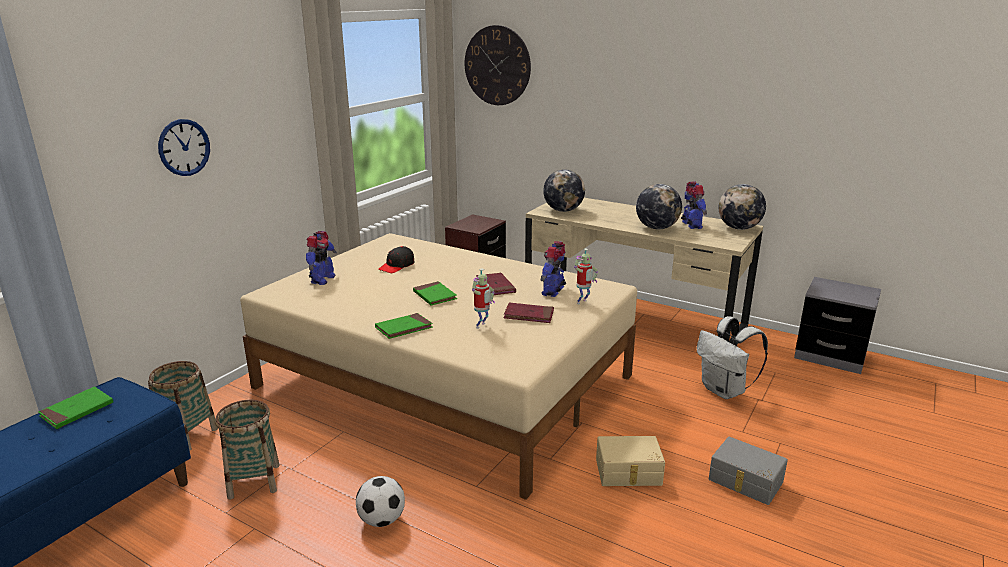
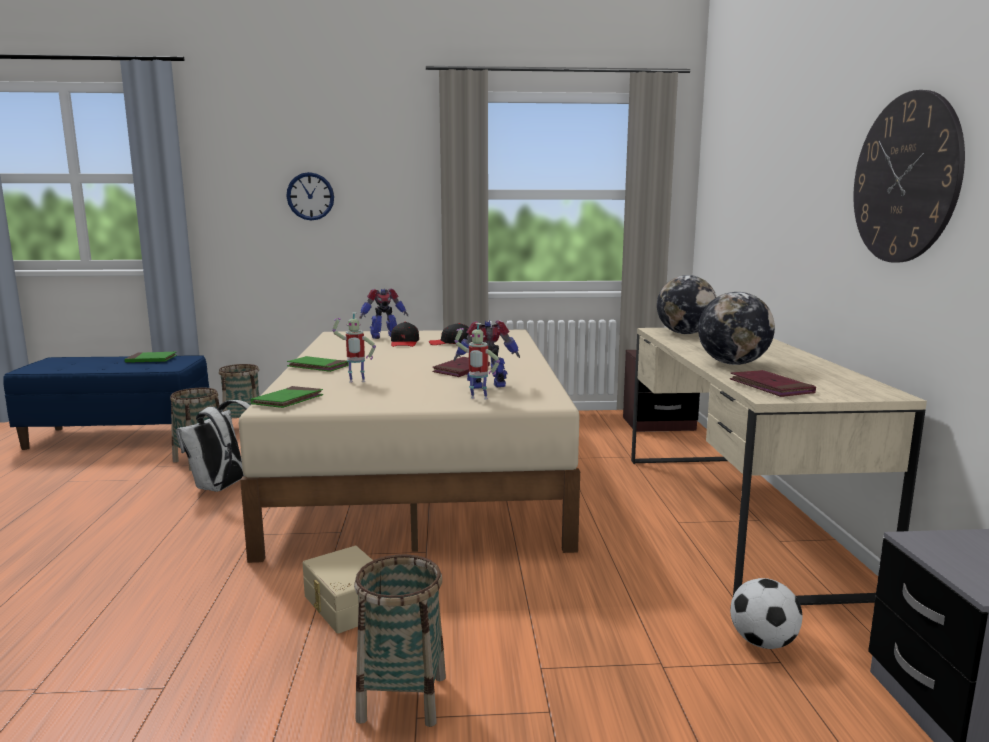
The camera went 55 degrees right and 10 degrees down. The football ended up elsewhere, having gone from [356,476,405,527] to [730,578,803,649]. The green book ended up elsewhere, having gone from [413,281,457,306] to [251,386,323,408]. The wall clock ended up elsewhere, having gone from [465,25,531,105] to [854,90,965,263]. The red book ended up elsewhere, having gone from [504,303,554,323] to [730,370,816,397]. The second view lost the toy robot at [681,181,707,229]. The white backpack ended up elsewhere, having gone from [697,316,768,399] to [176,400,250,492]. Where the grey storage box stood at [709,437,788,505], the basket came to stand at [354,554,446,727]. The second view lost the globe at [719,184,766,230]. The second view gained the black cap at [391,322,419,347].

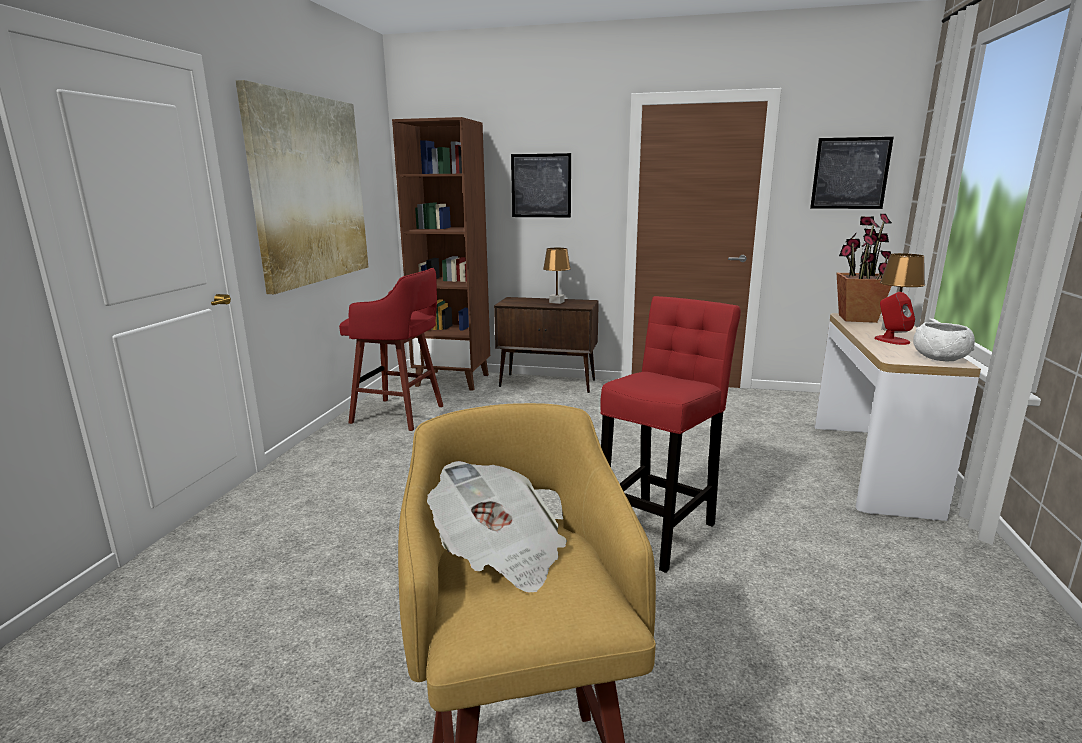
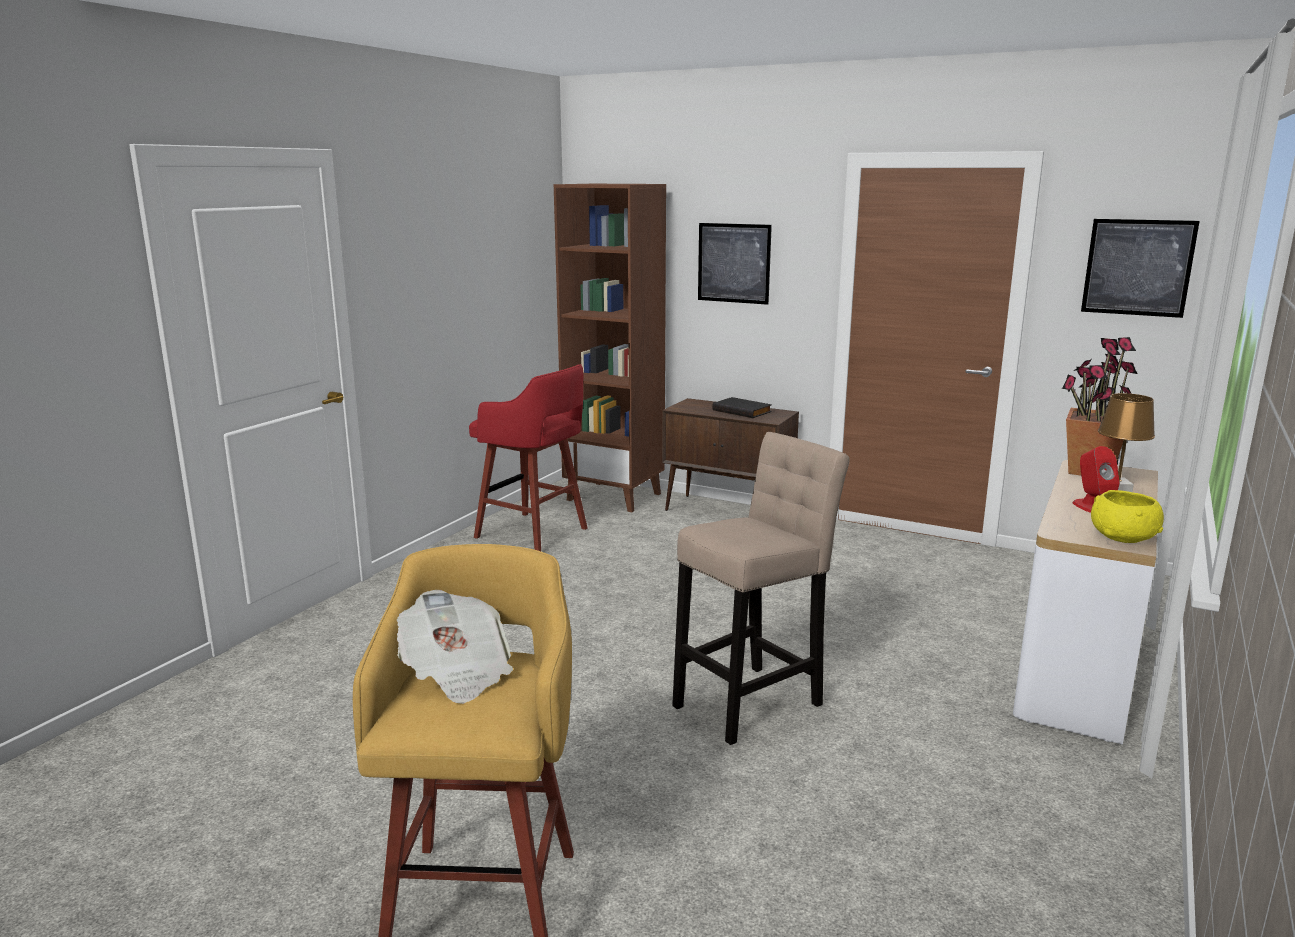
The camera went 15 degrees right and 0 degrees up. The second view lost the picture at [236,80,368,294]. Where the brown table lamp stood at [543,248,571,304], the black book came to stand at [712,397,772,418]. What was the red stool at [601,296,741,573] turned into the beige stool at [672,432,850,745]. What was the white bowl at [913,322,975,362] turned into the yellow bowl at [1091,490,1164,543].

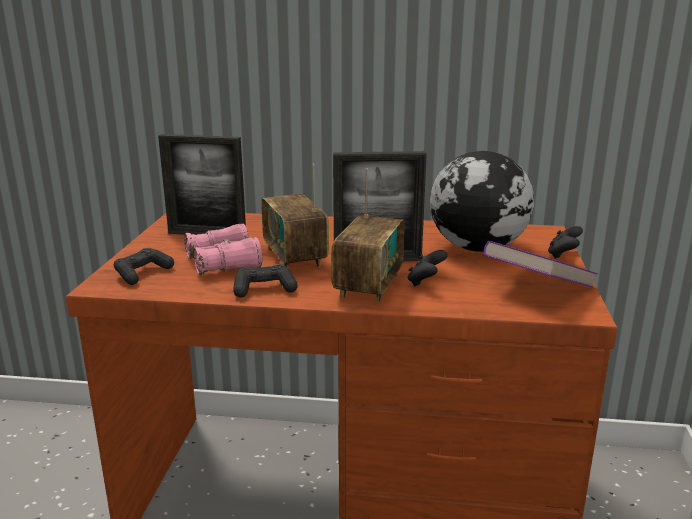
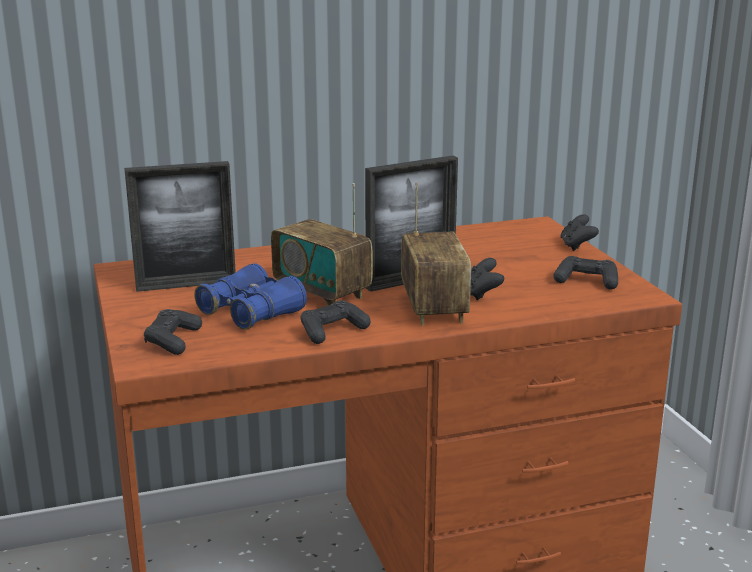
The camera went 25 degrees left and 0 degrees up. What was the pink binoculars at [184,224,262,275] turned into the blue binoculars at [194,263,307,329]. The second view lost the globe at [430,151,534,252]. Where the purple book stood at [484,241,598,288], the black game controller came to stand at [553,256,618,290].

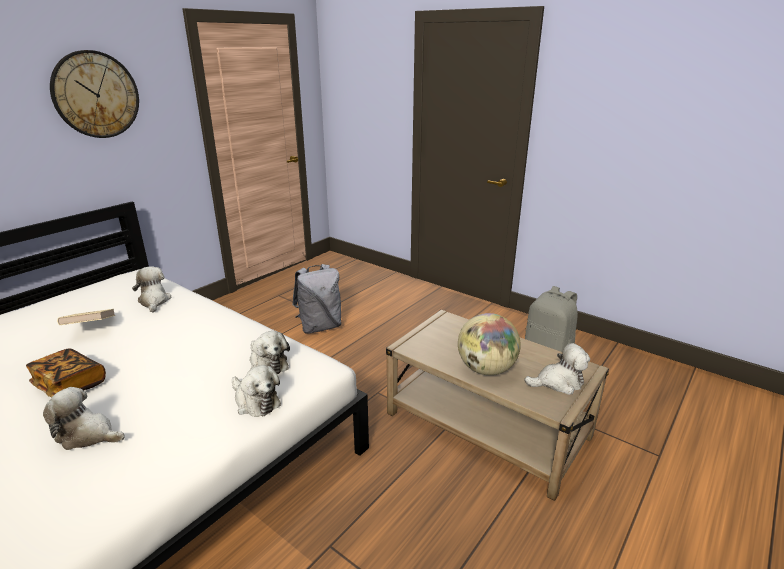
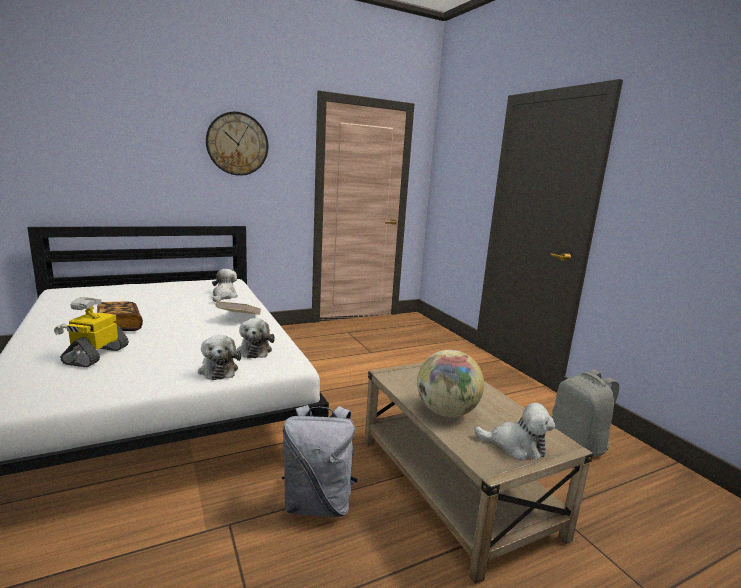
The camera went 25 degrees right and 10 degrees down. Where the plush toy stood at [43,387,125,450], the toy robot came to stand at [54,297,129,367]. The beige book ended up elsewhere, having gone from [57,309,115,325] to [215,301,261,315]. The grey backpack ended up elsewhere, having gone from [292,264,342,334] to [281,405,358,517].

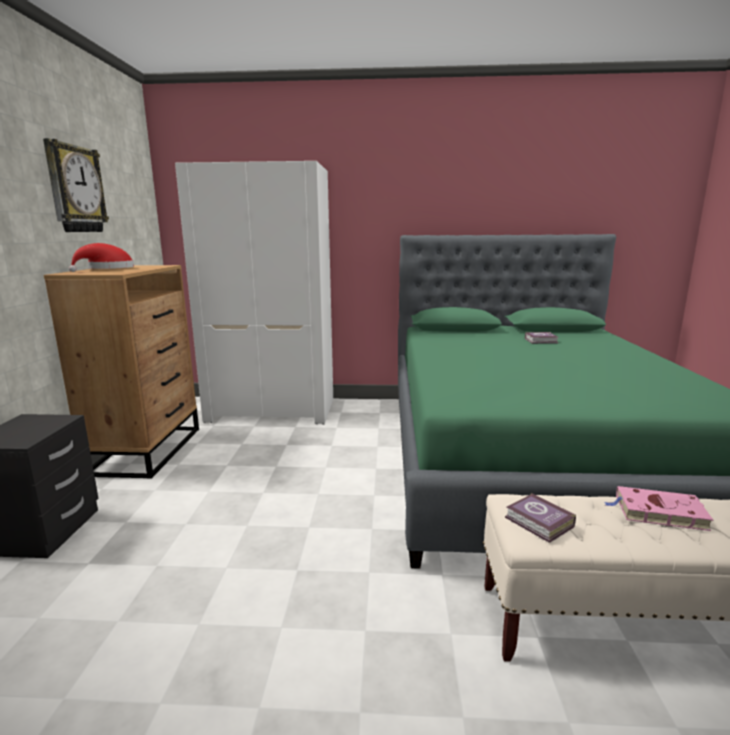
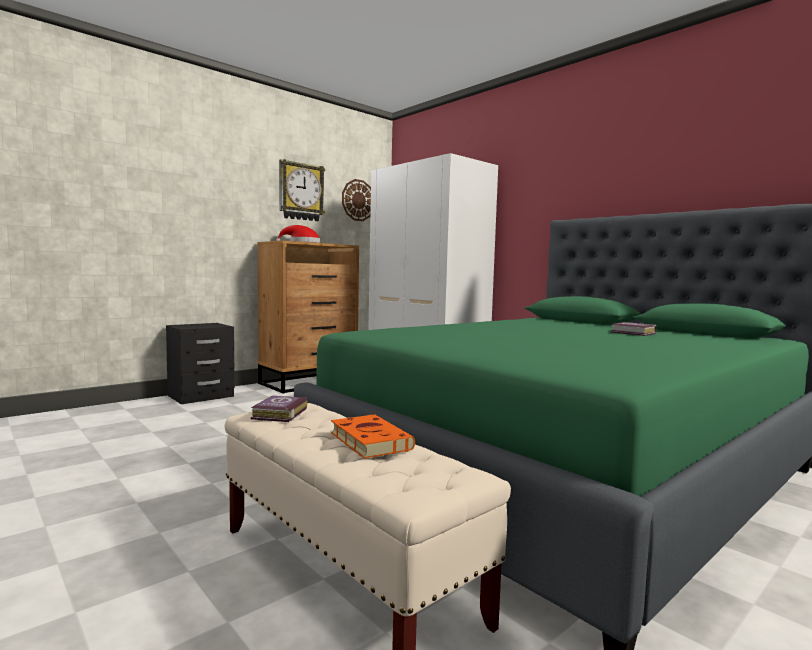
The camera went 45 degrees right and 10 degrees down. What was the pink book at [604,486,713,531] turned into the orange book at [331,414,415,459]. The second view gained the wall clock at [342,179,371,221].

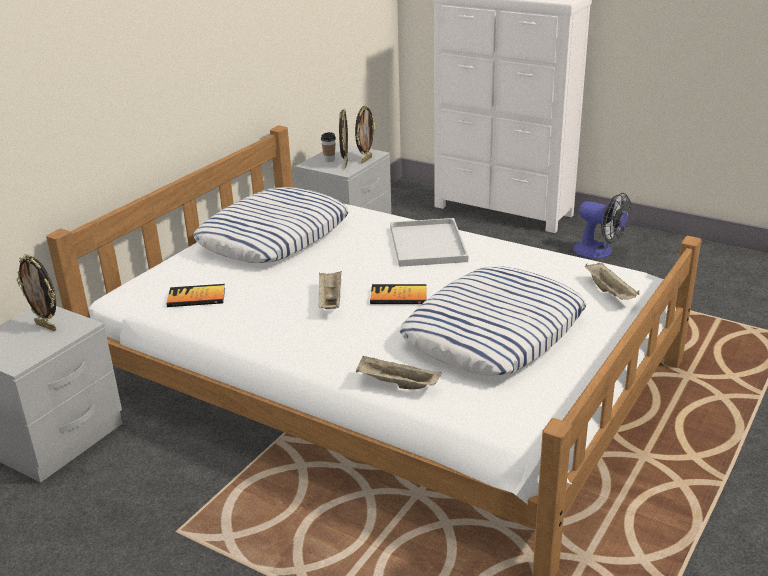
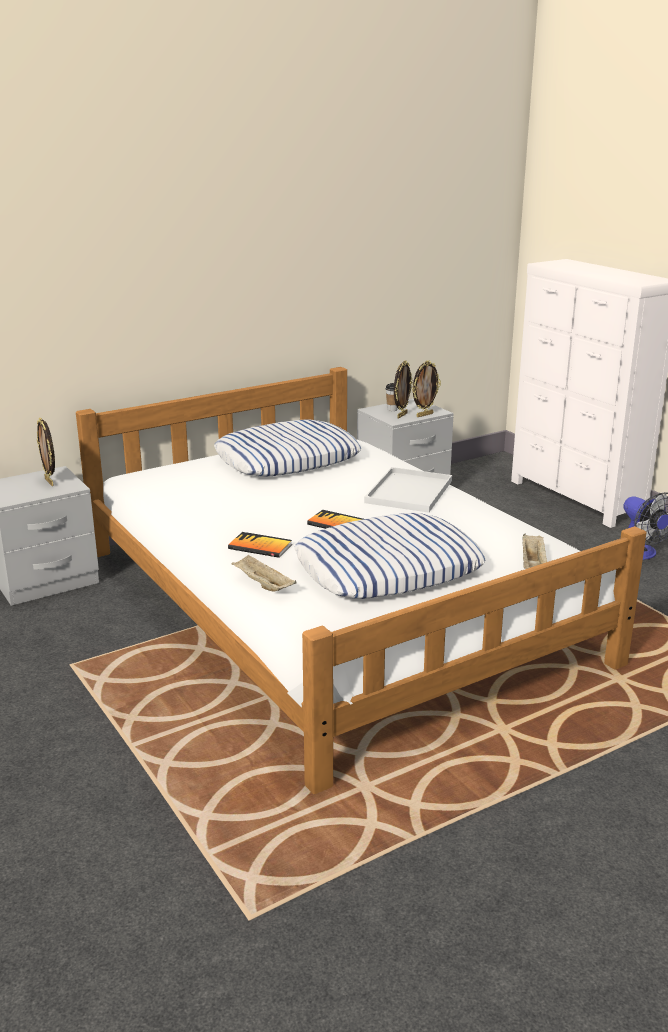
The camera went 25 degrees right and 5 degrees down. The book ended up elsewhere, having gone from [166,284,225,307] to [228,532,292,558]. The second view lost the beige tray at [319,271,342,309].

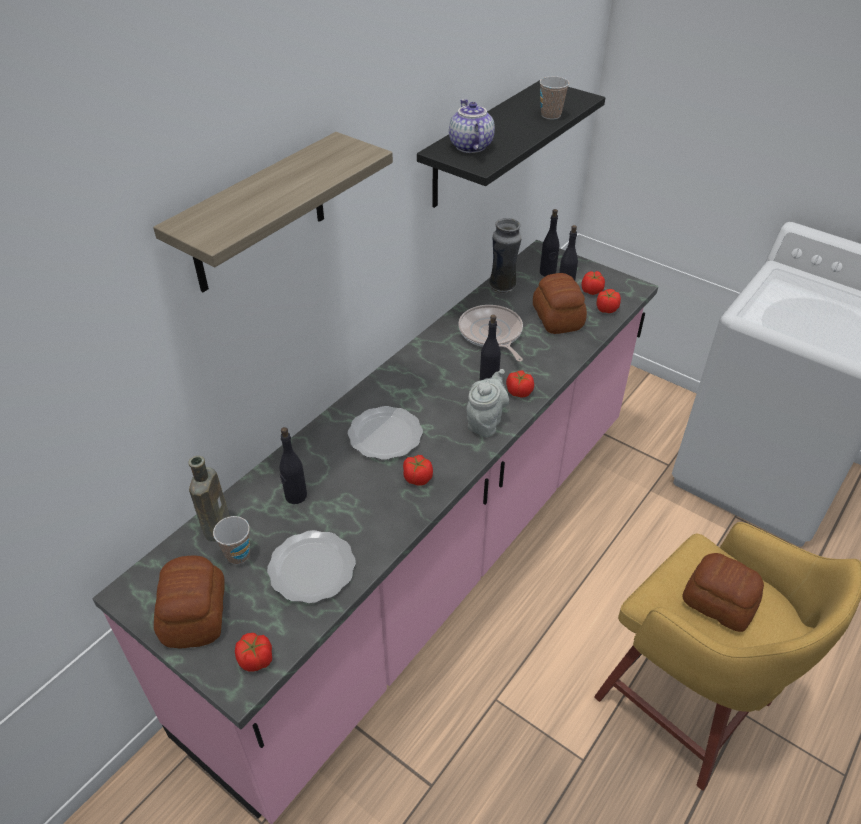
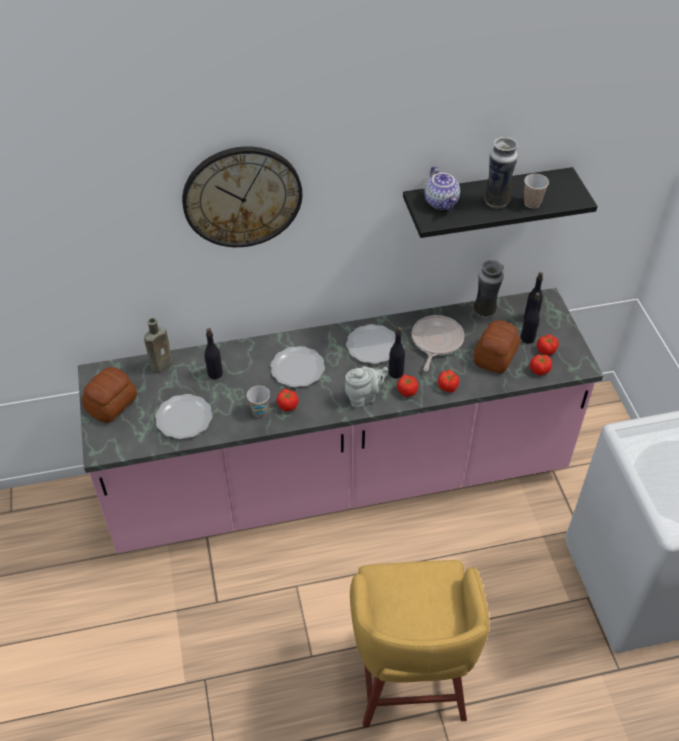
The camera went 40 degrees right and 5 degrees up. Where the shelf hung at [153,132,393,292], the wall clock came to hang at [182,146,302,247]. The cup ended up elsewhere, having gone from [213,516,250,565] to [247,386,270,417]. The tomato ended up elsewhere, having gone from [235,633,272,671] to [438,370,459,392]. The teapot at [449,99,495,153] ended up facing another way, 135 degrees clockwise from before. The second view lost the bread at [682,553,764,632]. The second view gained the plate at [346,324,396,364]. The second view gained the vase at [484,137,518,209].

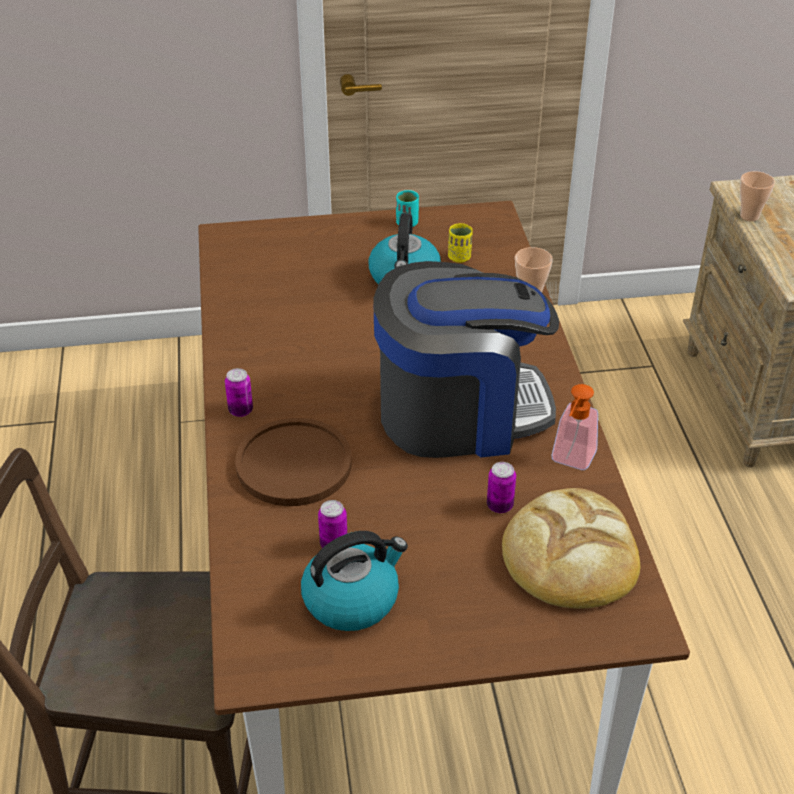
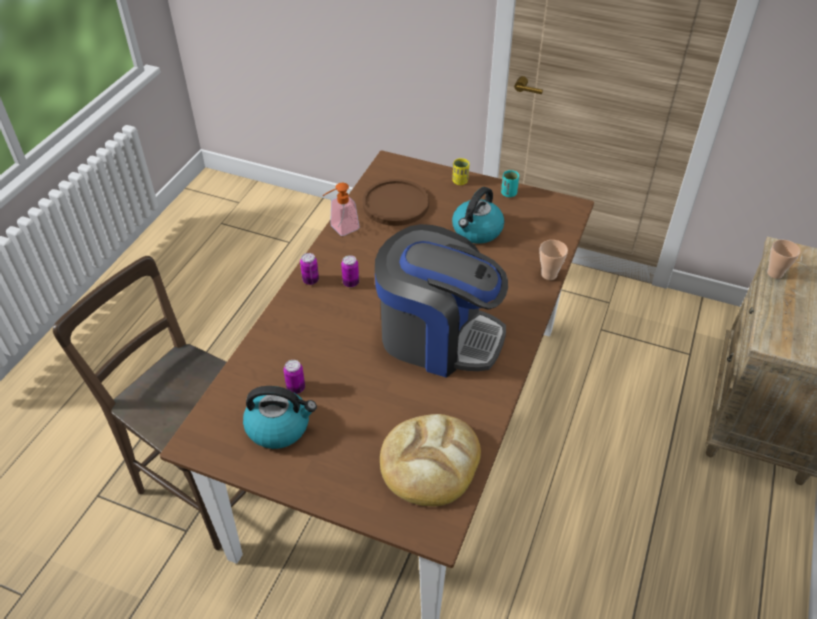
The camera went 30 degrees right and 5 degrees up. The brown plate ended up elsewhere, having gone from [235,418,352,506] to [362,179,429,226]. The yellow cup ended up elsewhere, having gone from [448,223,473,263] to [452,158,469,185]. The can ended up elsewhere, having gone from [487,462,516,513] to [341,255,359,287]. The soap dispenser ended up elsewhere, having gone from [552,384,598,470] to [322,183,360,236].

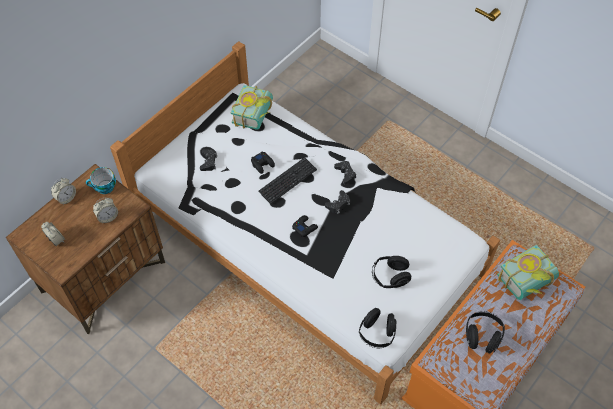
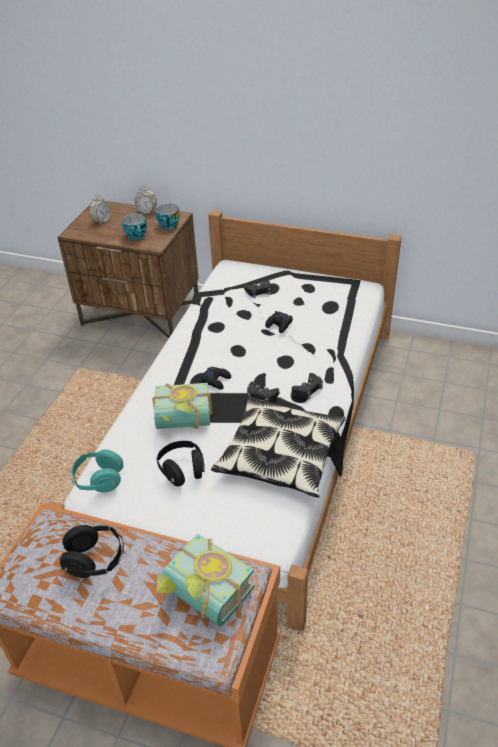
The camera went 70 degrees right and 15 degrees down. Where the alarm clock stood at [93,197,118,223], the cup came to stand at [122,213,147,240]. The book ended up elsewhere, having gone from [231,85,273,130] to [152,383,212,429]. The second view lost the keyboard at [258,157,317,204]. What was the black headphones at [359,308,397,348] turned into the turquoise headphones at [70,449,123,492]. The second view gained the pillow at [211,396,346,498].

